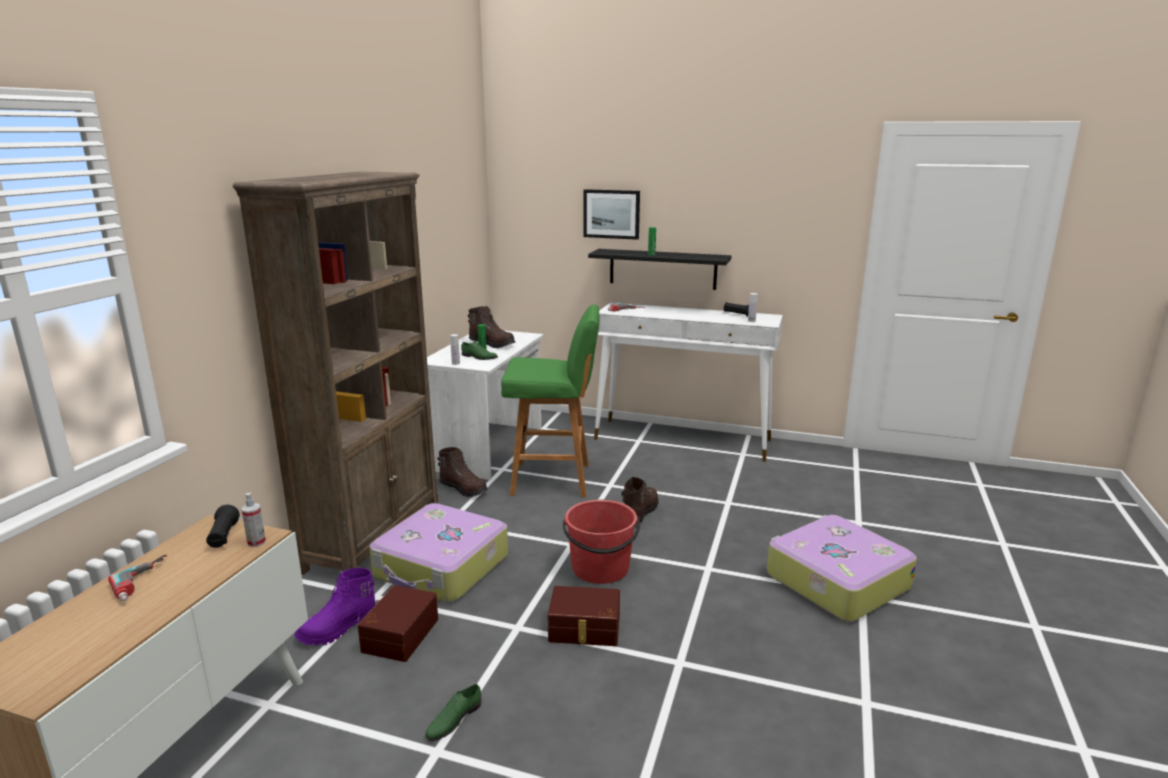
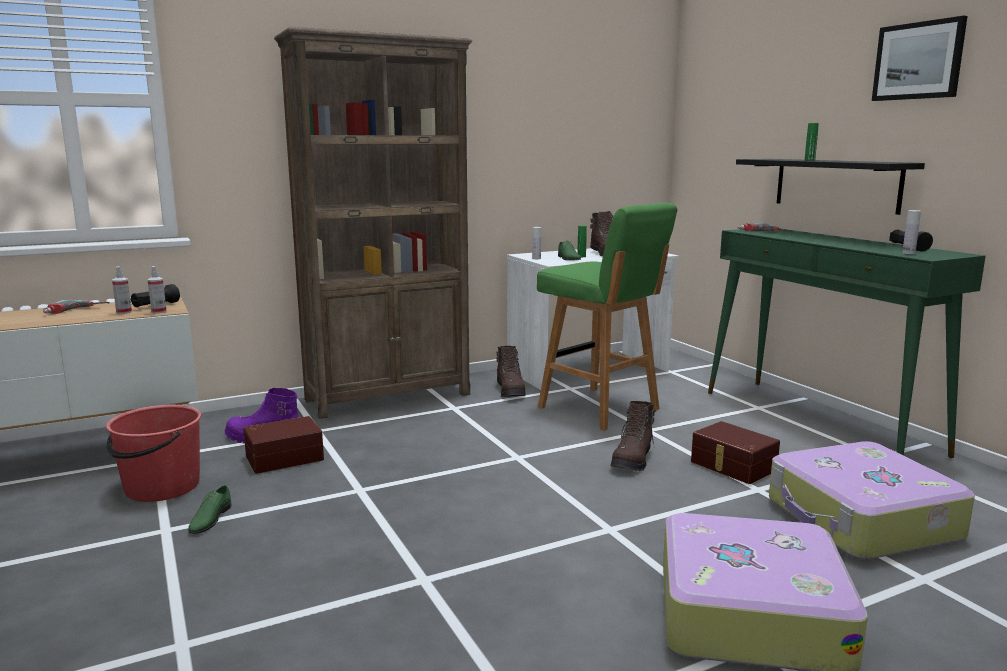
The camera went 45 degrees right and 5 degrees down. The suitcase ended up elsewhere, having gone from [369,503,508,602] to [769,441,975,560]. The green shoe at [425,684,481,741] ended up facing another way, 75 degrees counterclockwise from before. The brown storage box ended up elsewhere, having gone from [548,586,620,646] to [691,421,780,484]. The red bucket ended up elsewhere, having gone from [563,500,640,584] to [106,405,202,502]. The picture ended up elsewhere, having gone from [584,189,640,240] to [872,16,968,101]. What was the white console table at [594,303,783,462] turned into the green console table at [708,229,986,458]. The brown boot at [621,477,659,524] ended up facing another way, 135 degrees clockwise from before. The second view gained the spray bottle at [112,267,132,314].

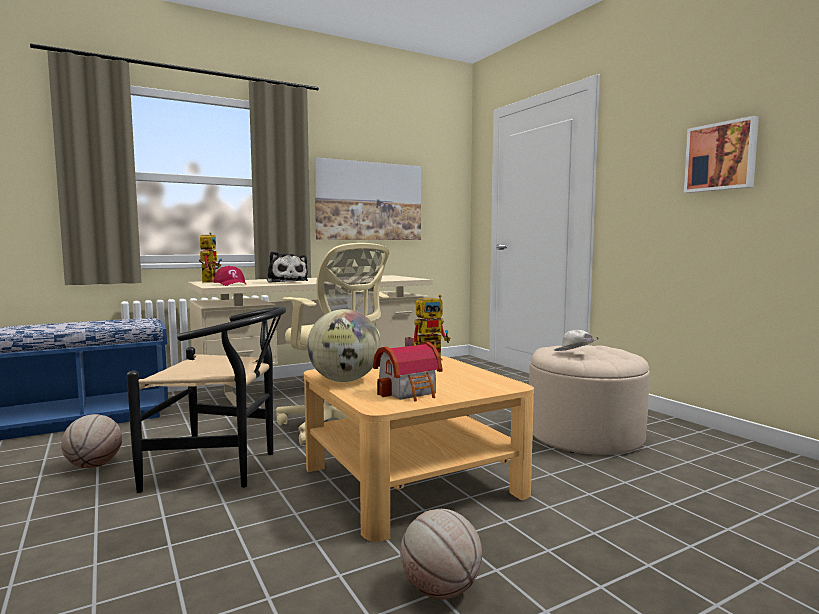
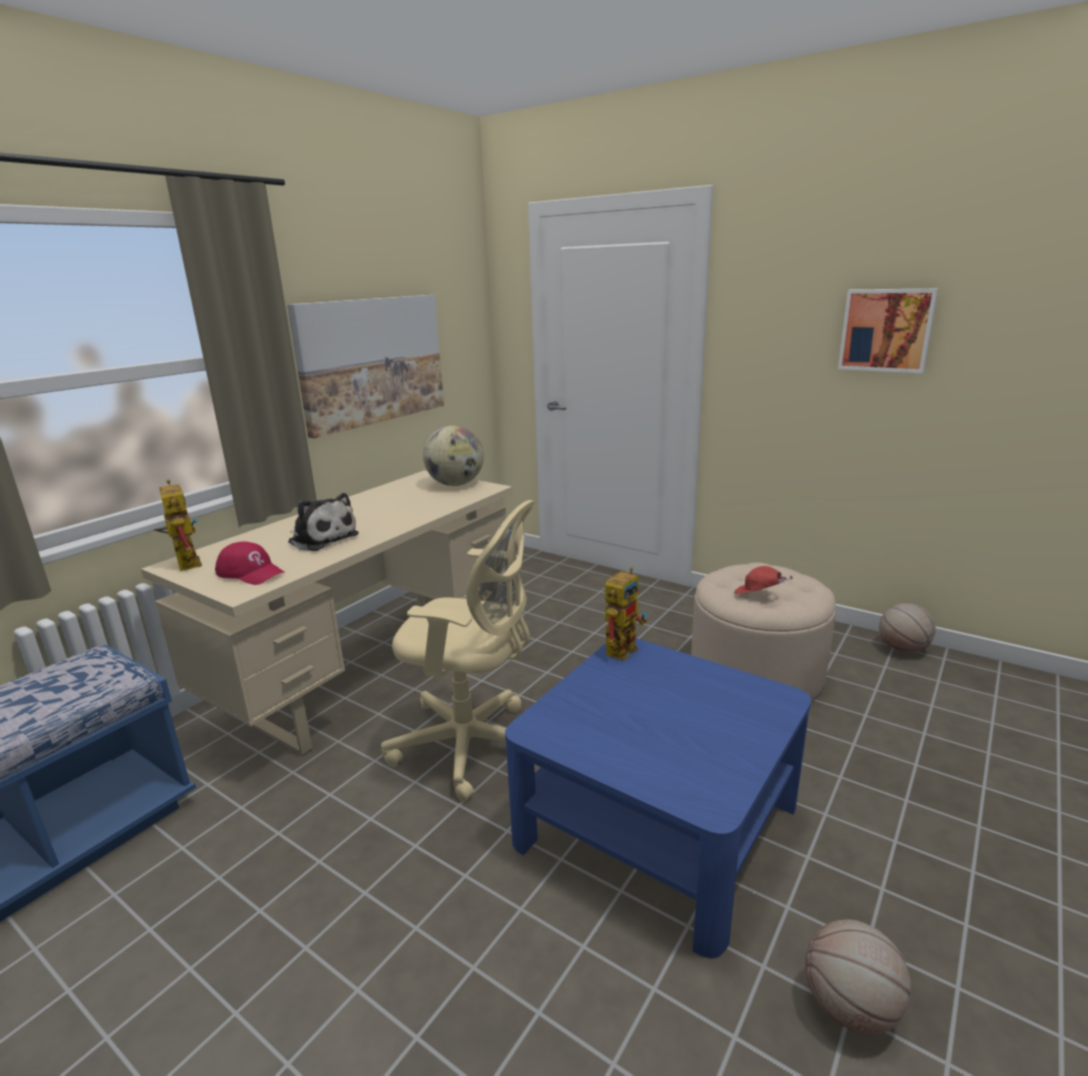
The camera went 25 degrees left and 15 degrees up. The basketball ended up elsewhere, having gone from [61,414,122,468] to [879,603,936,653]. The second view lost the black chair at [127,306,286,493]. What was the beige coffee table at [304,356,534,542] turned into the blue coffee table at [505,638,811,958]. The globe ended up elsewhere, having gone from [307,309,380,382] to [423,426,484,486]. The second view lost the toy house at [373,337,443,401]. What was the white cap at [554,330,599,351] turned into the red cap at [734,566,793,594].

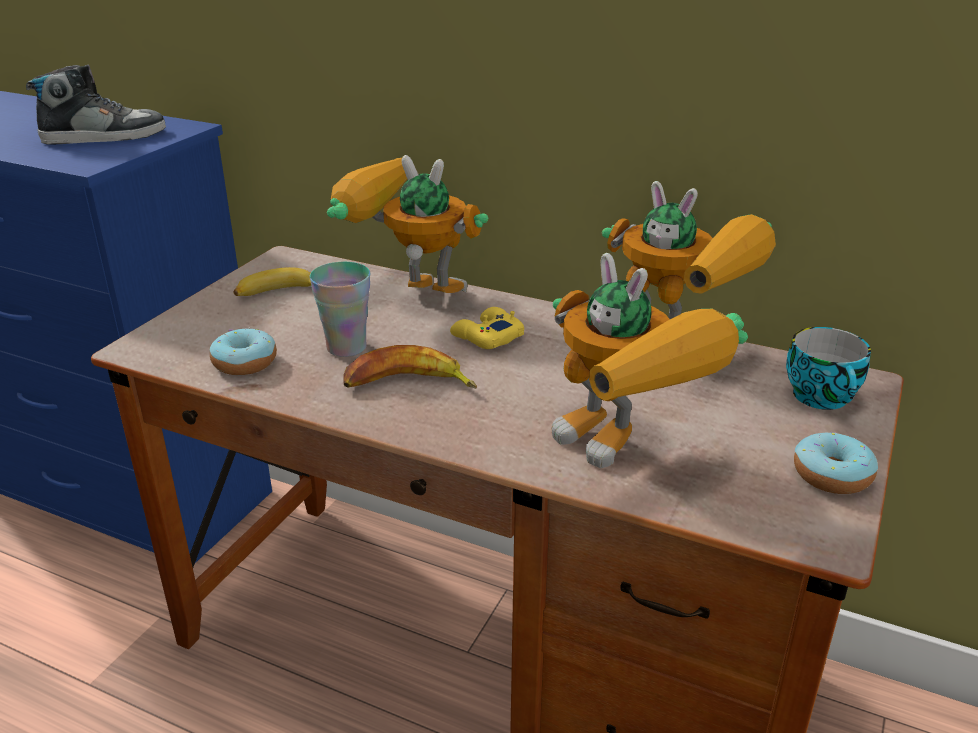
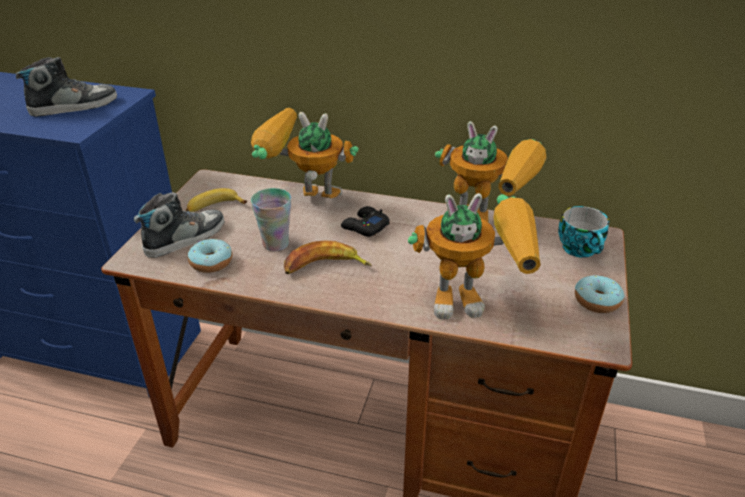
The camera went 10 degrees left and 5 degrees up. What was the yellow game controller at [450,307,524,349] turned into the black game controller at [341,206,390,237]. The toy robot at [552,253,748,468] ended up facing another way, 45 degrees counterclockwise from before. The second view gained the shoe at [134,192,225,258].

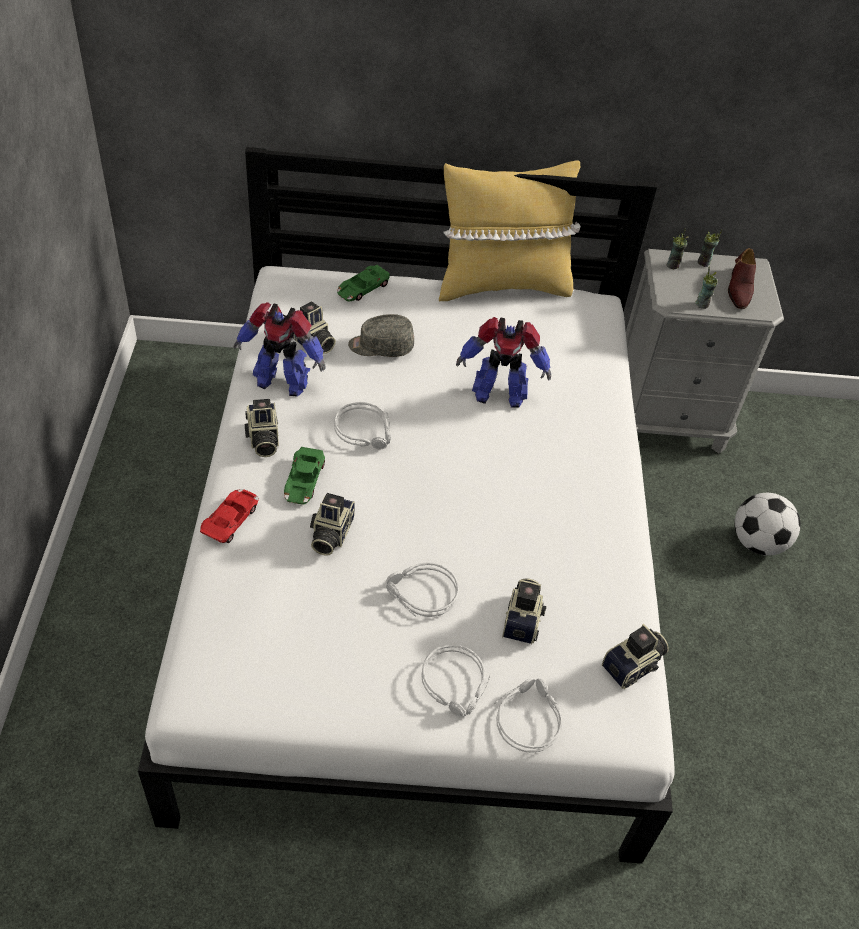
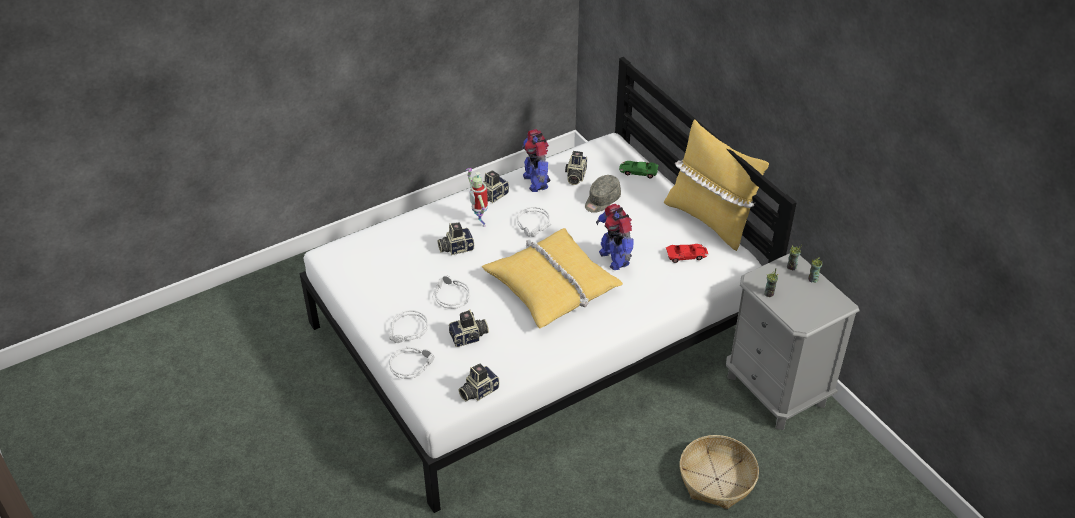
The camera went 60 degrees right and 5 degrees down. The red toy car ended up elsewhere, having gone from [200,489,259,543] to [666,244,708,263]. Where the green toy car stood at [284,447,325,505], the toy robot came to stand at [466,168,488,227]. The grey cap at [348,314,414,357] ended up facing another way, 105 degrees counterclockwise from before. The photo camera at [602,624,669,689] ended up facing another way, 120 degrees clockwise from before. The second view lost the brown shoe at [728,248,756,309]. Where the football stood at [735,493,801,556], the basket came to stand at [680,435,759,509]. The second view gained the yellow pillow at [482,228,623,328].

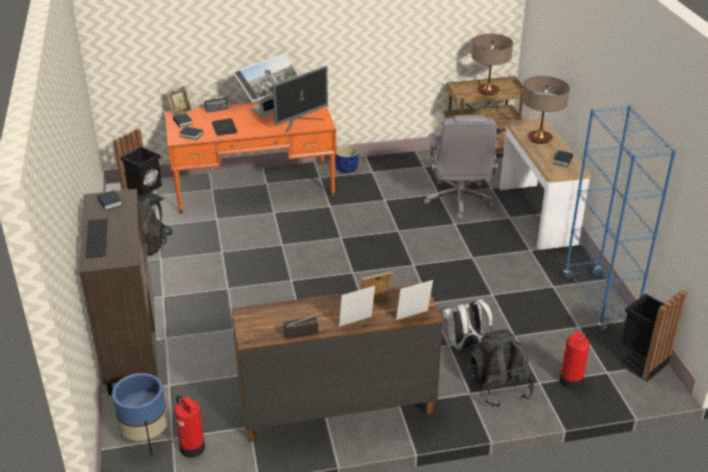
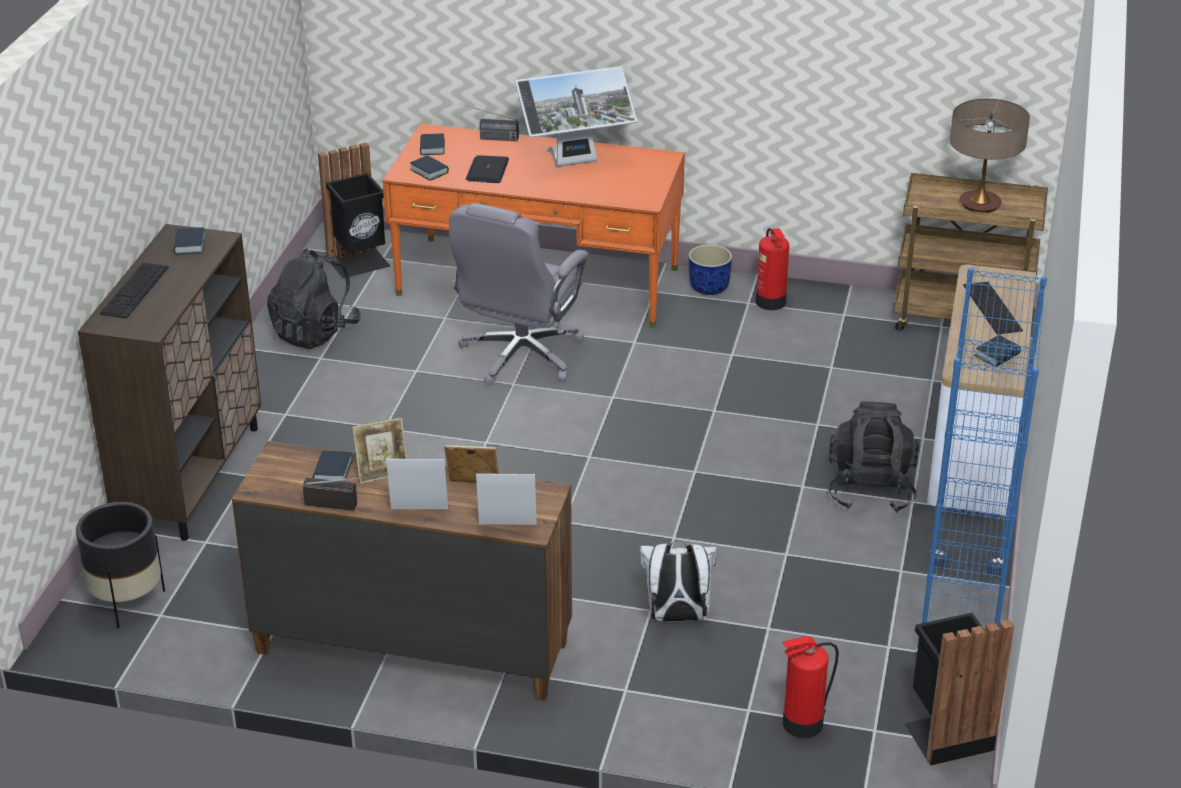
The camera went 25 degrees right and 0 degrees up. What was the blue planter at [112,373,168,456] turned into the black planter at [76,502,165,628]. The picture frame ended up elsewhere, having gone from [166,85,192,116] to [352,418,407,484]. The fire extinguisher ended up elsewhere, having gone from [174,395,205,458] to [756,228,789,310]. The second view lost the monitor at [273,66,328,133]. The grey office chair ended up elsewhere, having gone from [423,115,498,219] to [449,203,588,386]. The black backpack ended up elsewhere, having gone from [467,329,534,407] to [828,401,919,513]. Where the table lamp stood at [522,76,570,144], the keyboard came to stand at [963,282,1023,334]. The second view gained the book at [313,450,353,480].

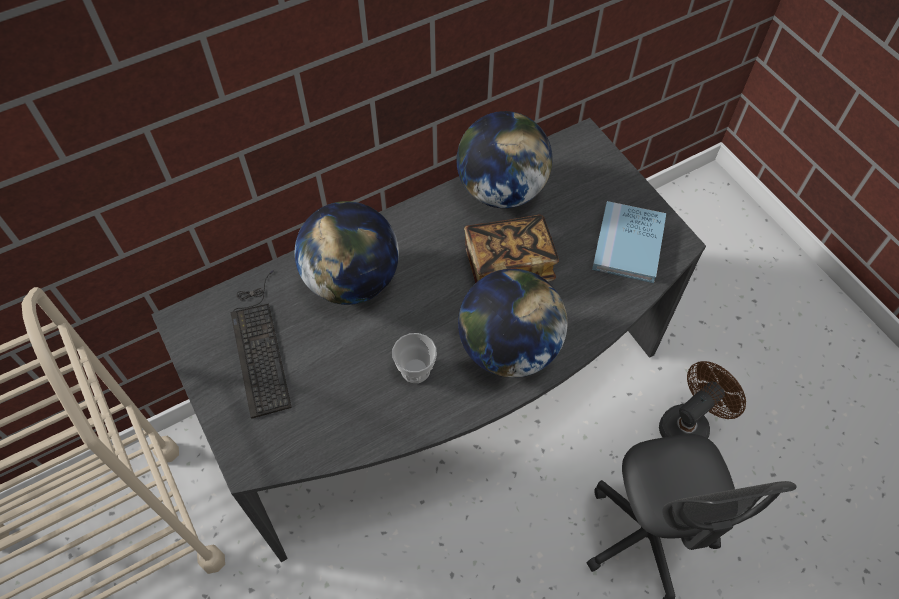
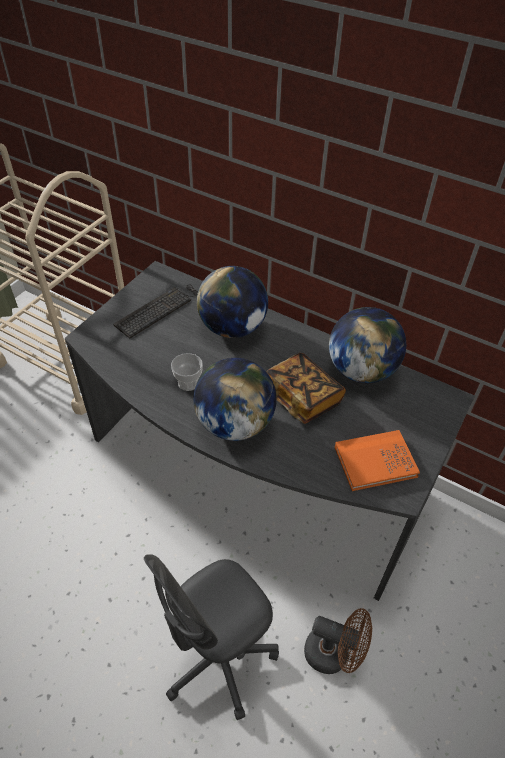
The camera went 60 degrees right and 10 degrees down. What was the blue book at [592,201,666,283] turned into the orange book at [335,430,420,491].

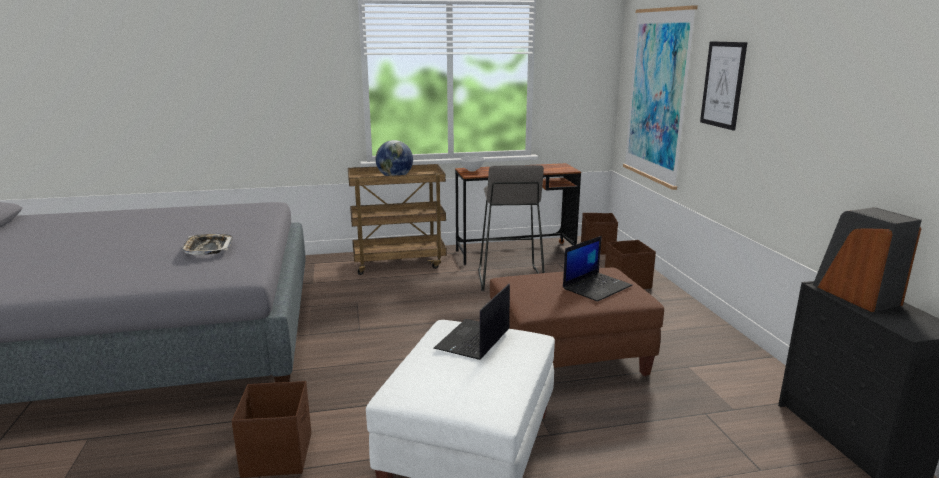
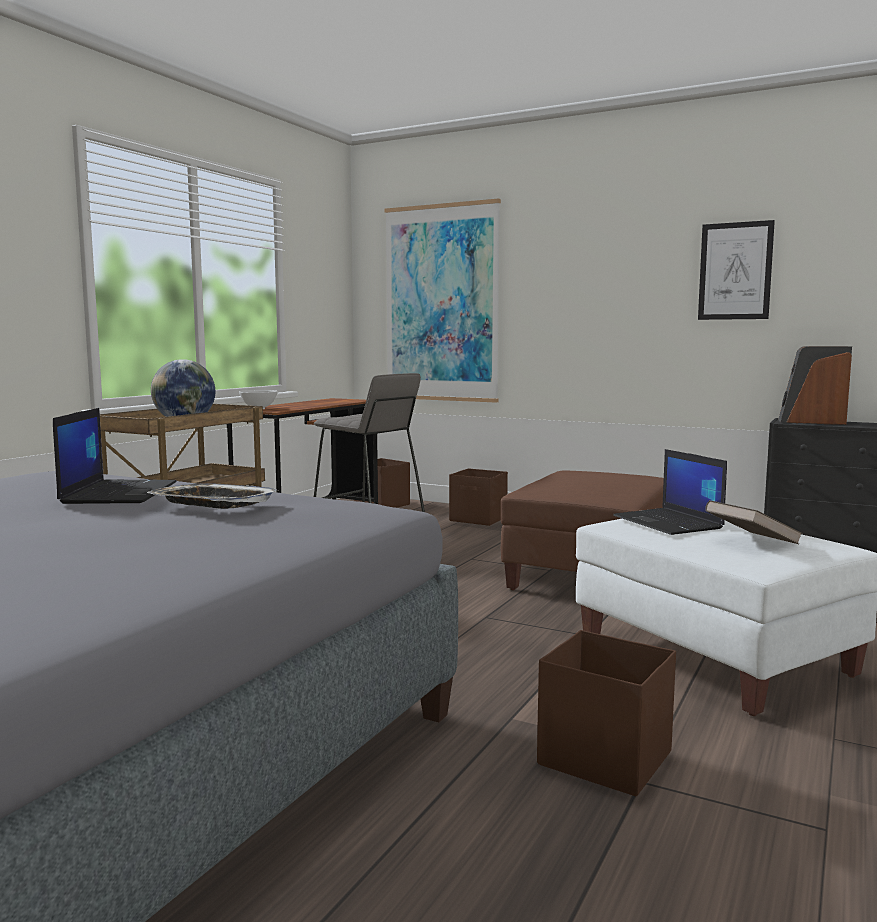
The camera went 50 degrees left and 10 degrees down. The laptop ended up elsewhere, having gone from [563,236,632,302] to [53,408,177,504]. The picture ended up elsewhere, having gone from [700,41,747,131] to [698,220,775,320]. The second view gained the brown book at [705,500,803,544].

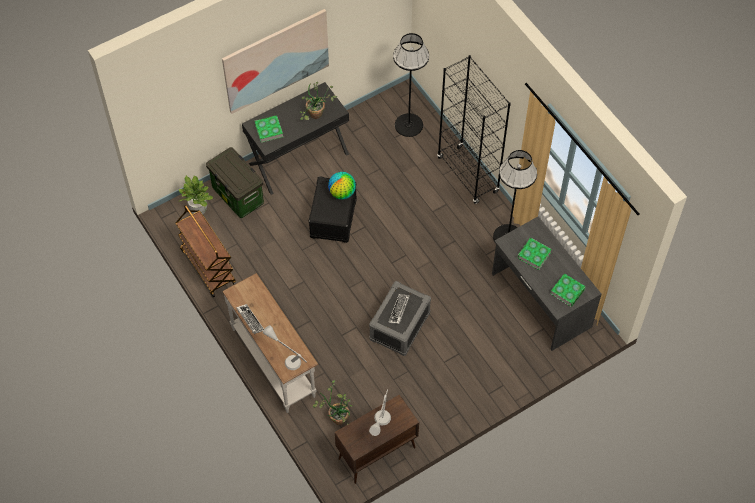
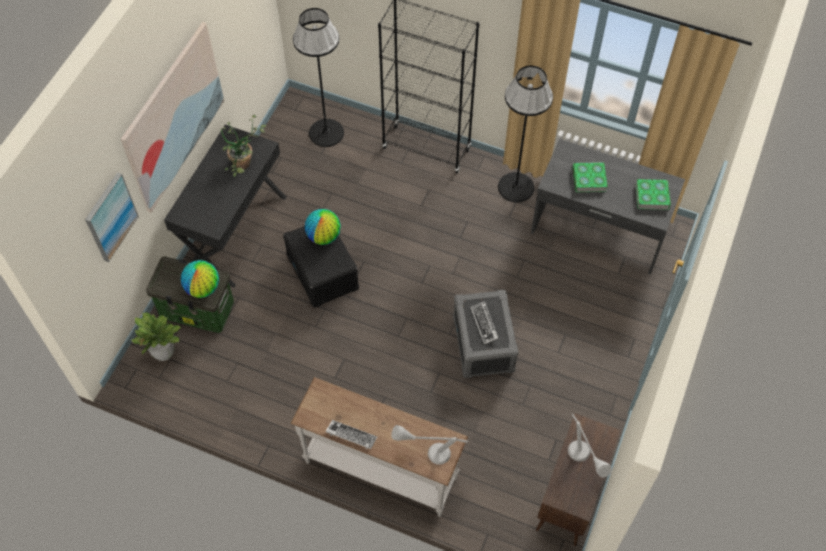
The camera went 35 degrees left and 0 degrees up. The second view lost the brown cart at [175,205,236,298]. The second view lost the book at [255,115,283,143]. The second view lost the potted plant at [313,380,352,425]. The second view gained the picture at [85,172,139,262]. The second view gained the globe at [181,260,219,298].

